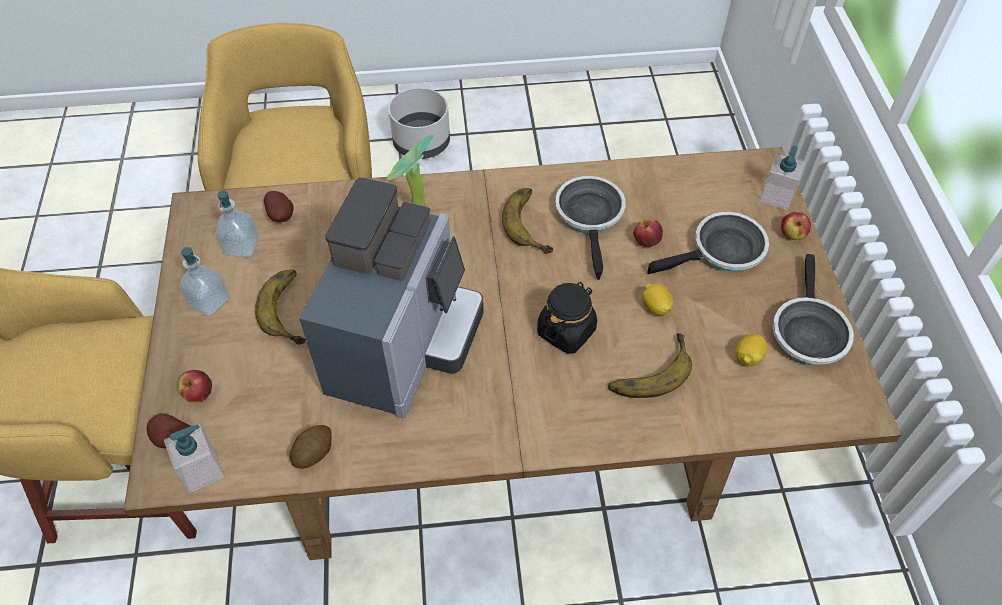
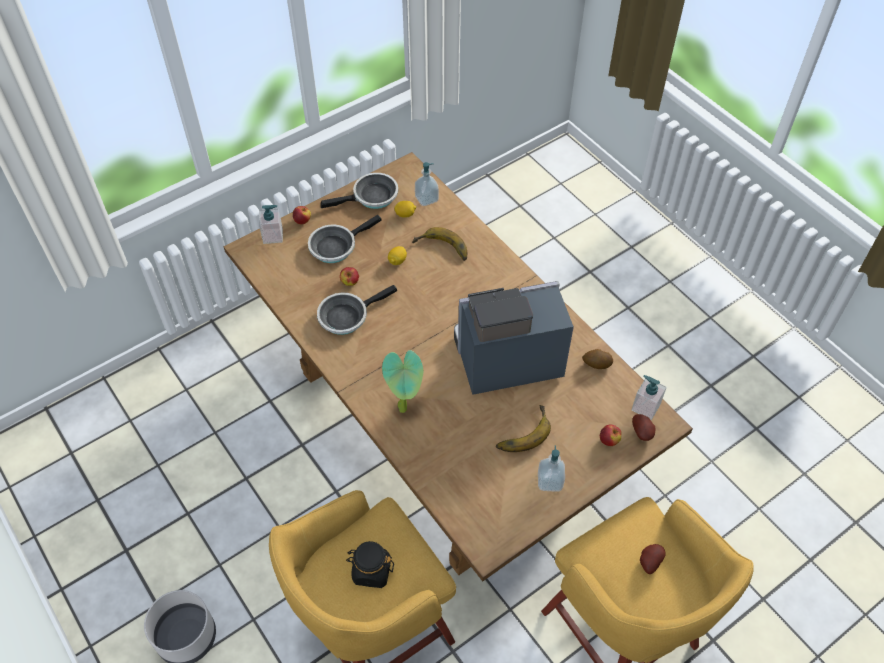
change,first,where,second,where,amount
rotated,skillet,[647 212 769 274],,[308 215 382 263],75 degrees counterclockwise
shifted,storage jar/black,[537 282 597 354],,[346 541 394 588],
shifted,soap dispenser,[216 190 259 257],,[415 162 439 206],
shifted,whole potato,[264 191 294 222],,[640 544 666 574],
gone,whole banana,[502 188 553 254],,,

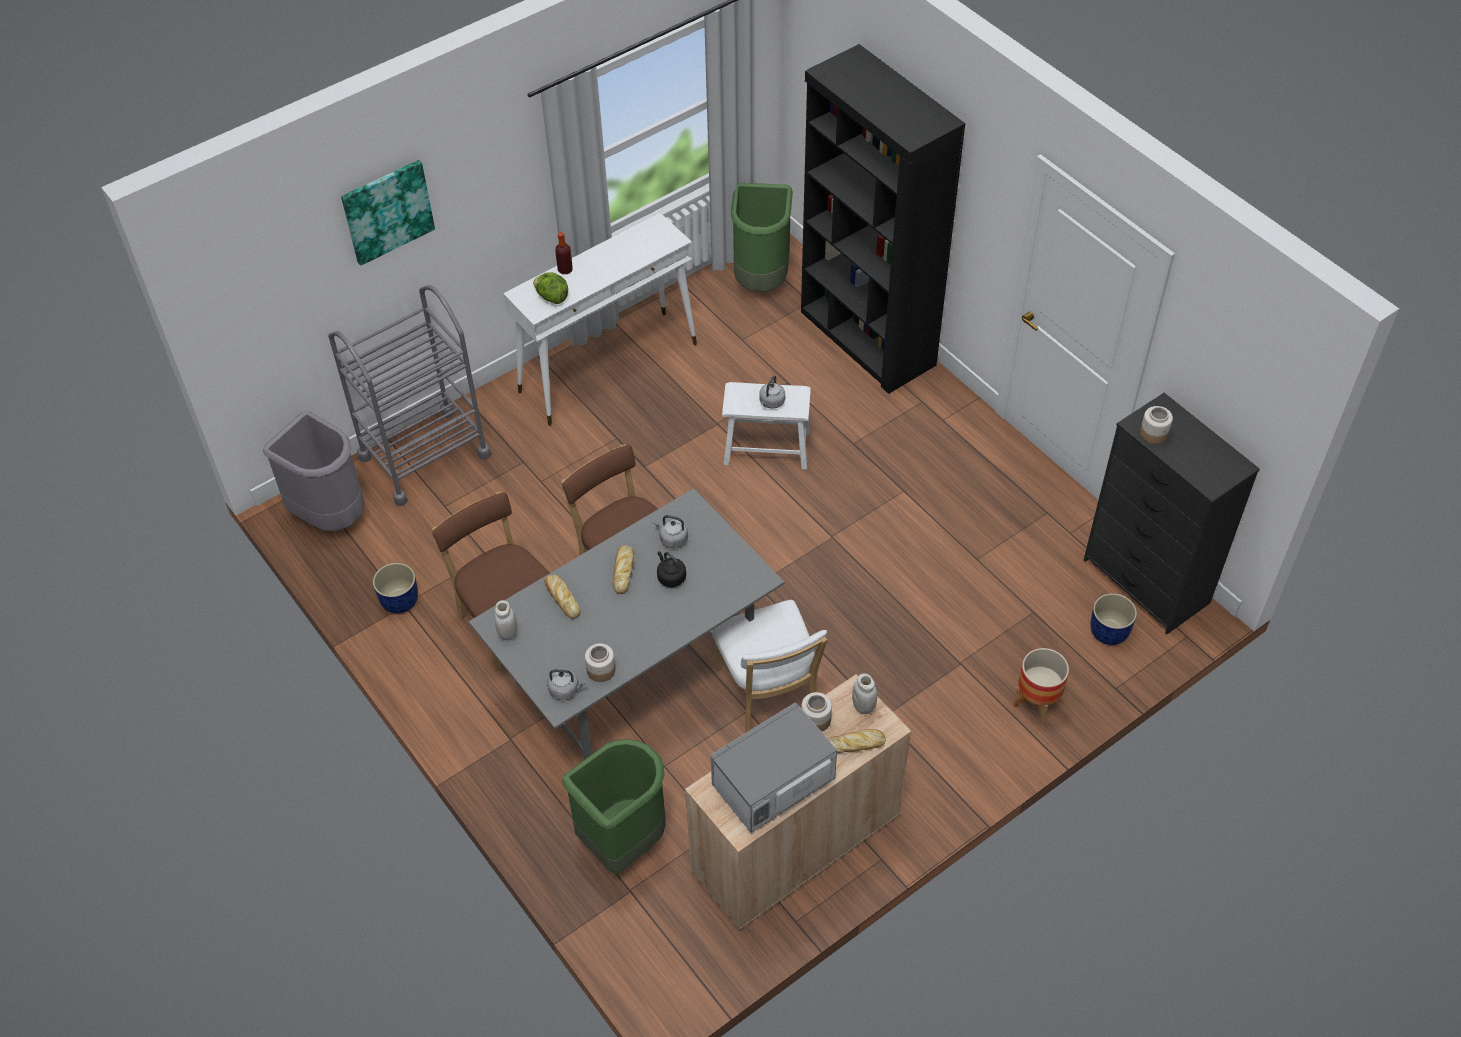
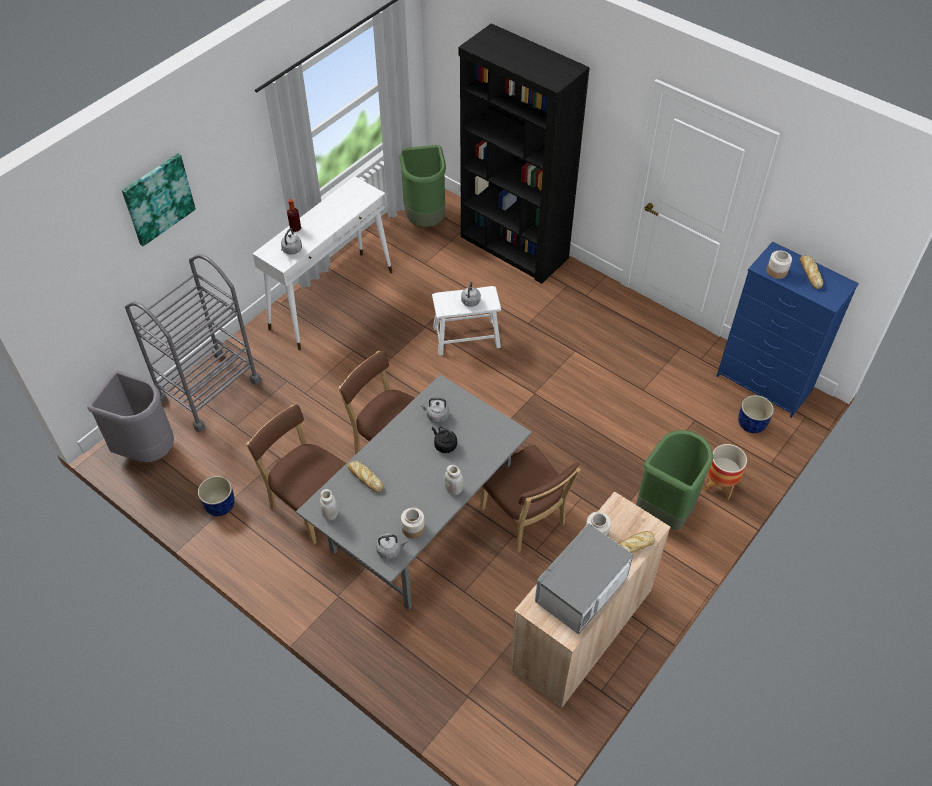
change,first,where,second,where,amount
swapped,head of lettuce,[533 272 568 304],tea kettle/greyish,[281 228 302 255],
shifted,storage jar/whitish,[852 673 877 714],,[444 465 463 495],
repainted,chair/whitish,[711 600 828 733],chair/brown,[480 445 581 553],
shifted,trash can/green-coloured,[562 739 666 874],,[636 430 714 530],
repainted,chest of drawers/black,[1084 393 1260 634],chest of drawers/blue-coloured,[717 241 859 418],
shifted,bread,[613 545 634 594],,[800 256 823 289],

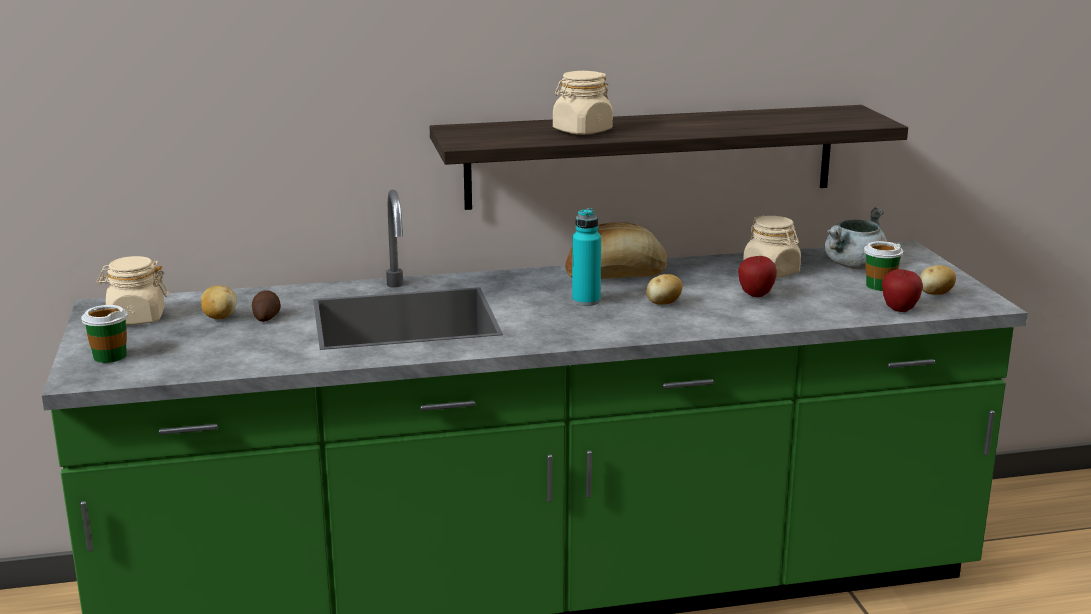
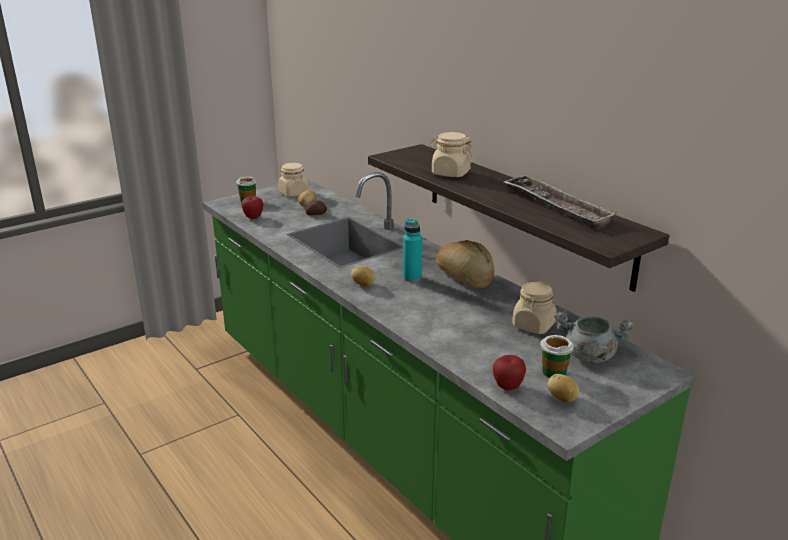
change,first,where,second,where,amount
shifted,whole apple,[738 256 777 297],,[241 196 263 219],
shifted,whole potato,[646 274 683 305],,[351 266 375 287],
new,,,carrying tray,[504 175 617 229],

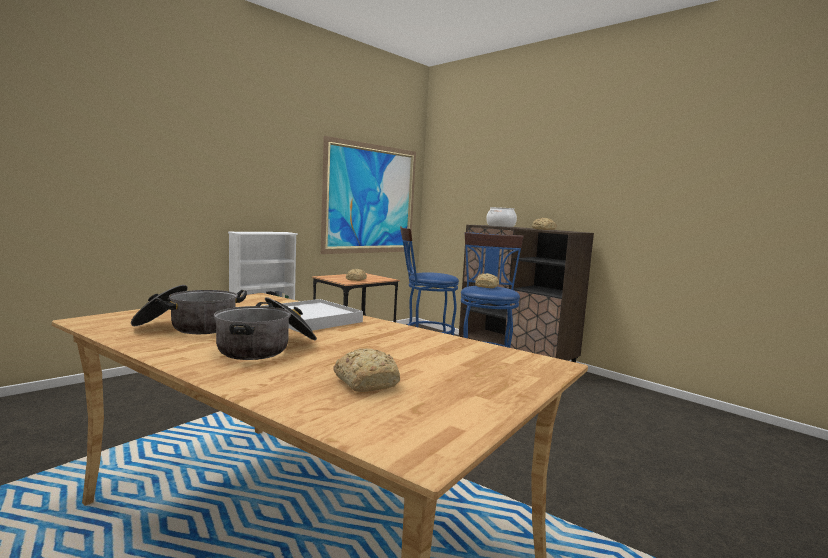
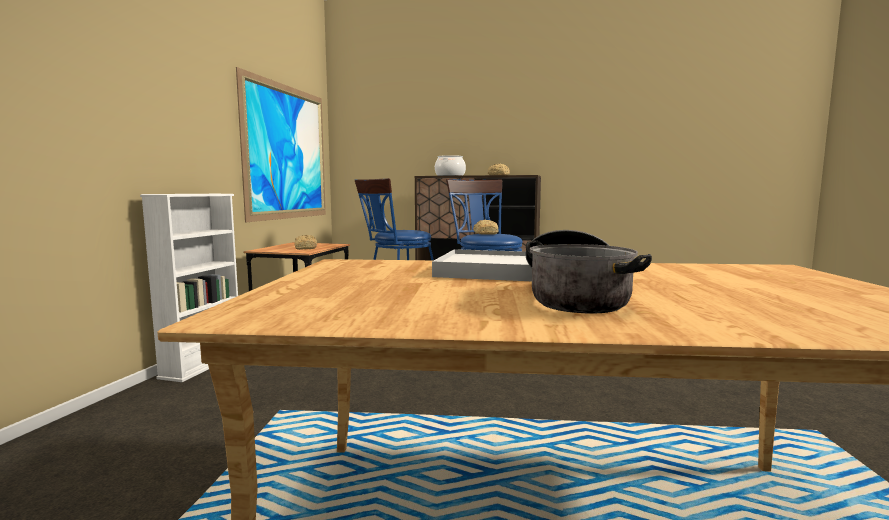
change,first,where,second,where,amount
gone,cooking pot,[131 285 247 334],,,
gone,bread,[333 348 400 392],,,

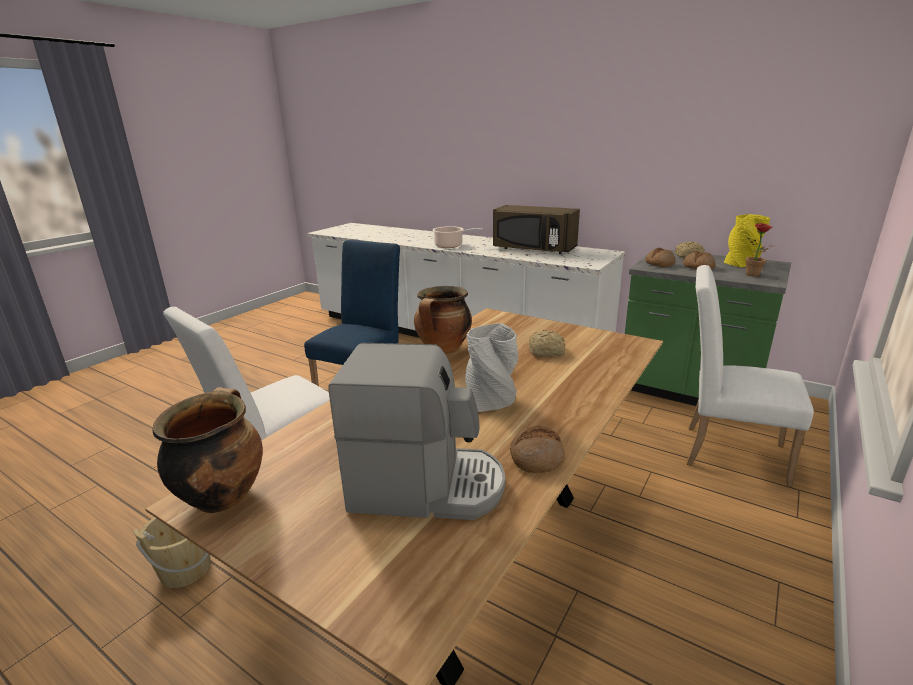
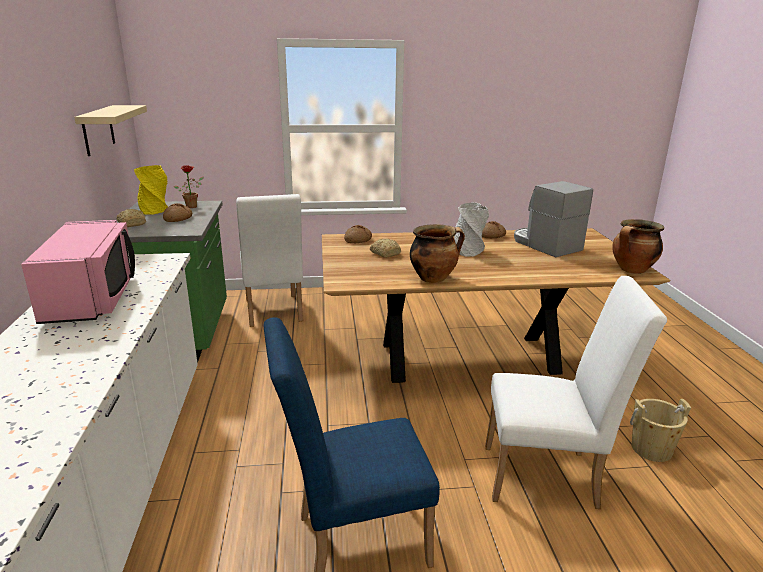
change,first,where,second,where,amount
repainted,kitchen microwave/brown,[493 205 580 254],kitchen microwave/pink-coloured,[21 220 135 324],
new,,,bracket shelf/beige,[74 105 147 156],
shifted,bread,[645 248 675 267],,[344 225 372 243],
gone,cooking pot,[433 226 483 248],,,

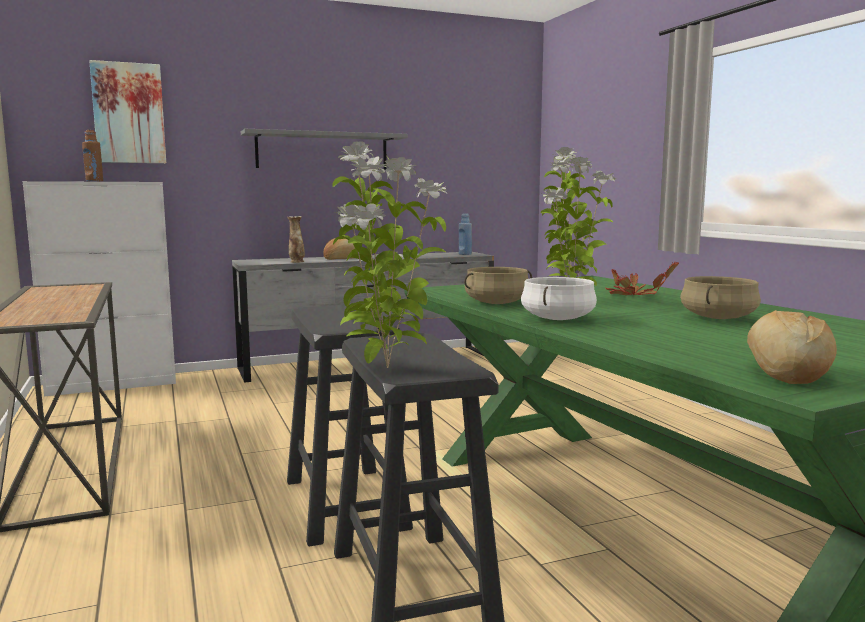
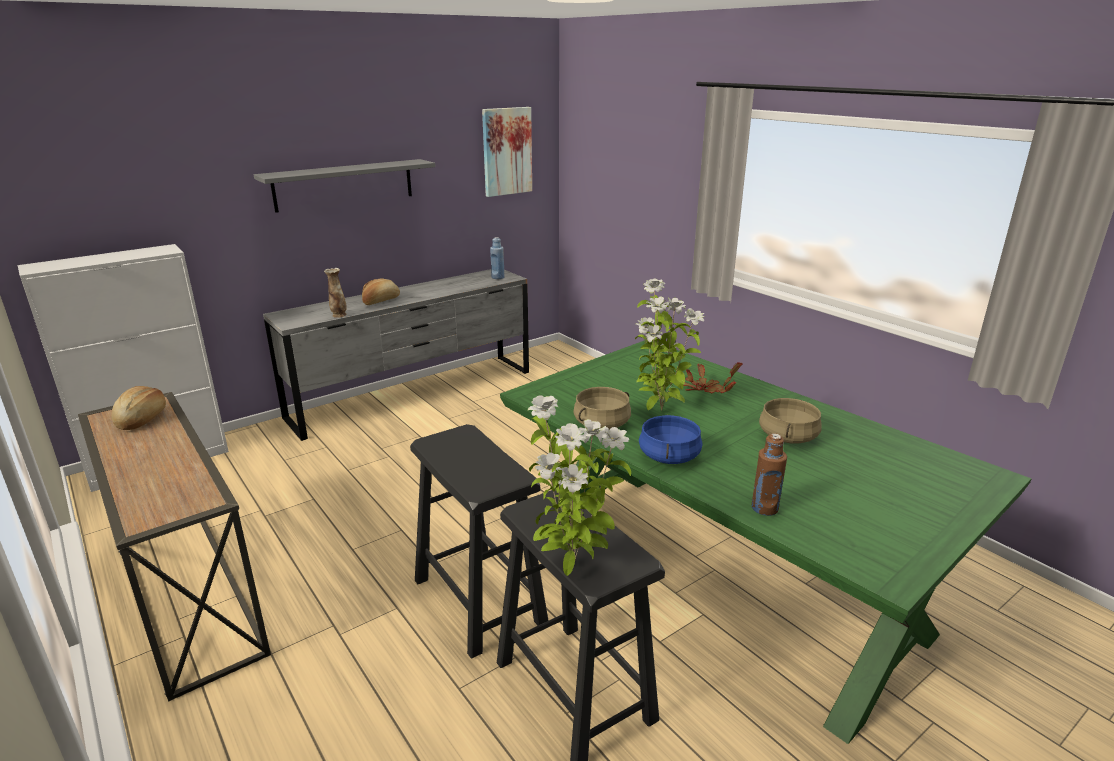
change,first,where,second,where,amount
shifted,bread,[747 310 837 384],,[112 386 166 430],
shifted,wall picture,[89 60 166 163],,[482 107 532 197],
repainted,cooking pot/whitish,[521 277 597 320],cooking pot/blue-coloured,[639 415 702 464],
shifted,bottle/brown,[82 130 103 181],,[751 434 787 516],

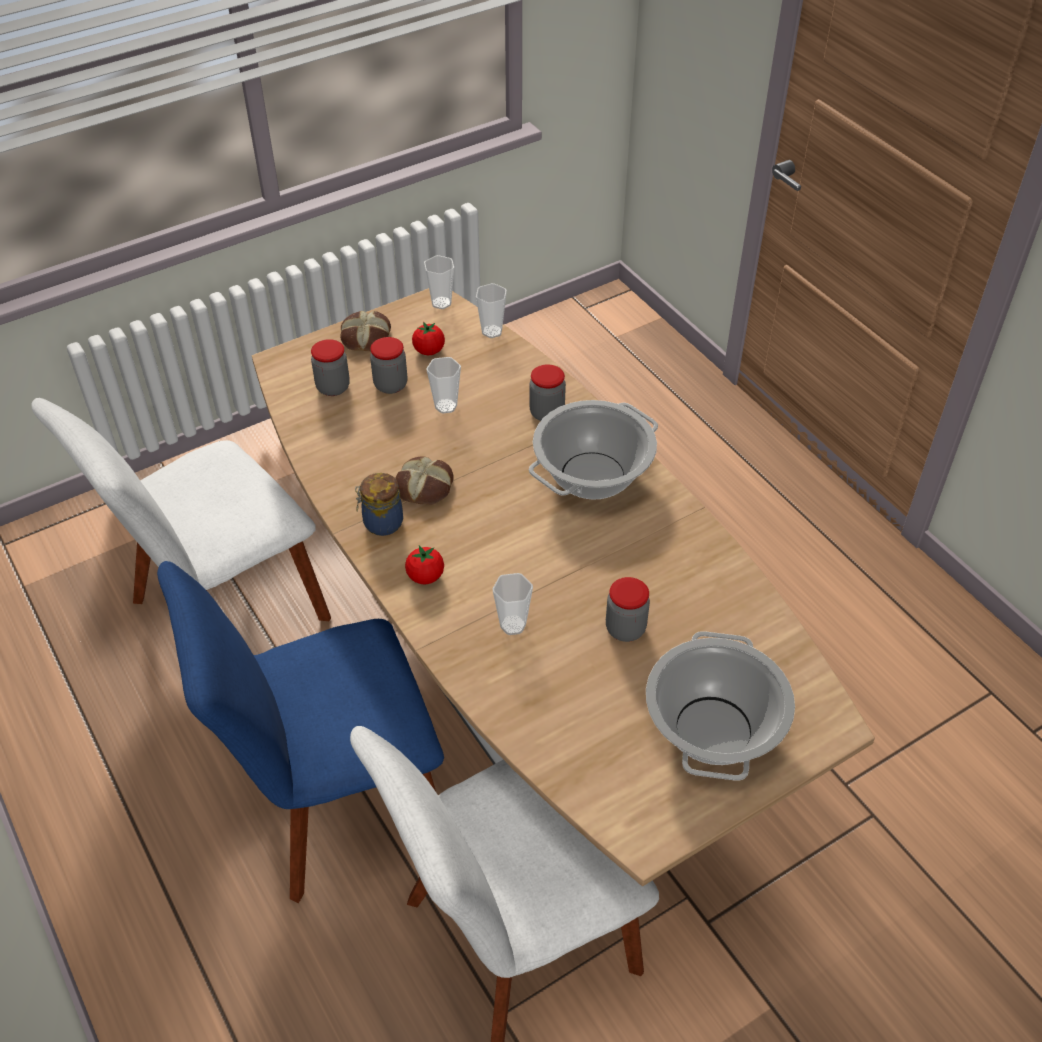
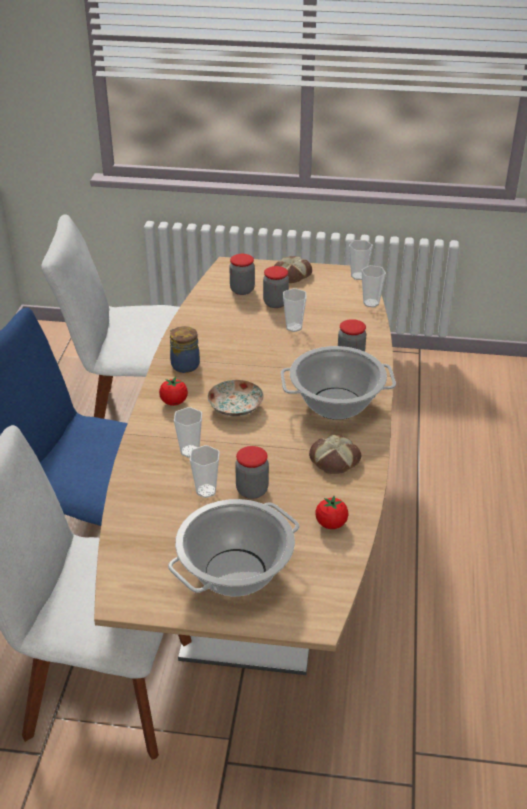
change,first,where,second,where,amount
new,,,small cup,[190 445 220 498],
new,,,flat dish,[207 380 264 416],
shifted,bread,[395 457 454 505],,[309 435 361 474],
shifted,whole tomato,[412 322 445 355],,[315 496 348 529],

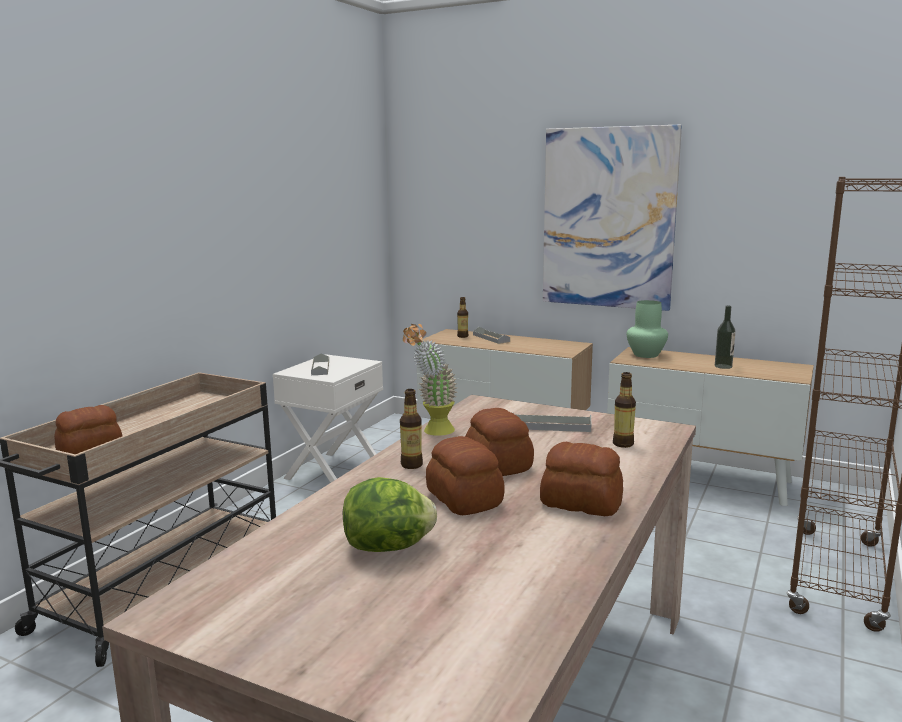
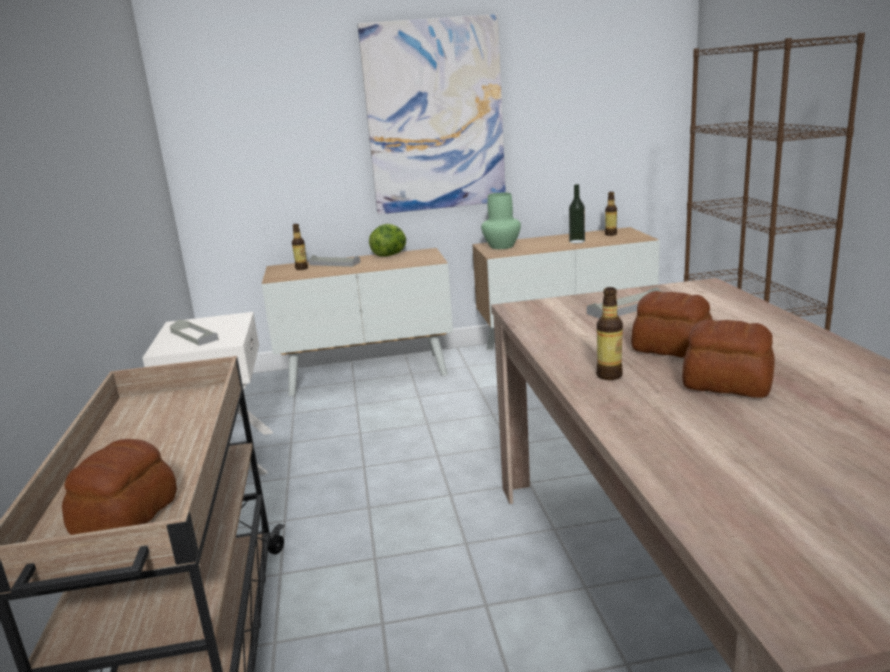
change,first,where,second,where,amount
shifted,head of lettuce,[343 477 437 552],,[369 224 406 257],
shifted,bottle,[613 372 636 448],,[605 192 617 236],
gone,houseplant,[403 324 457 436],,,
gone,bread,[540 442 623 516],,,

